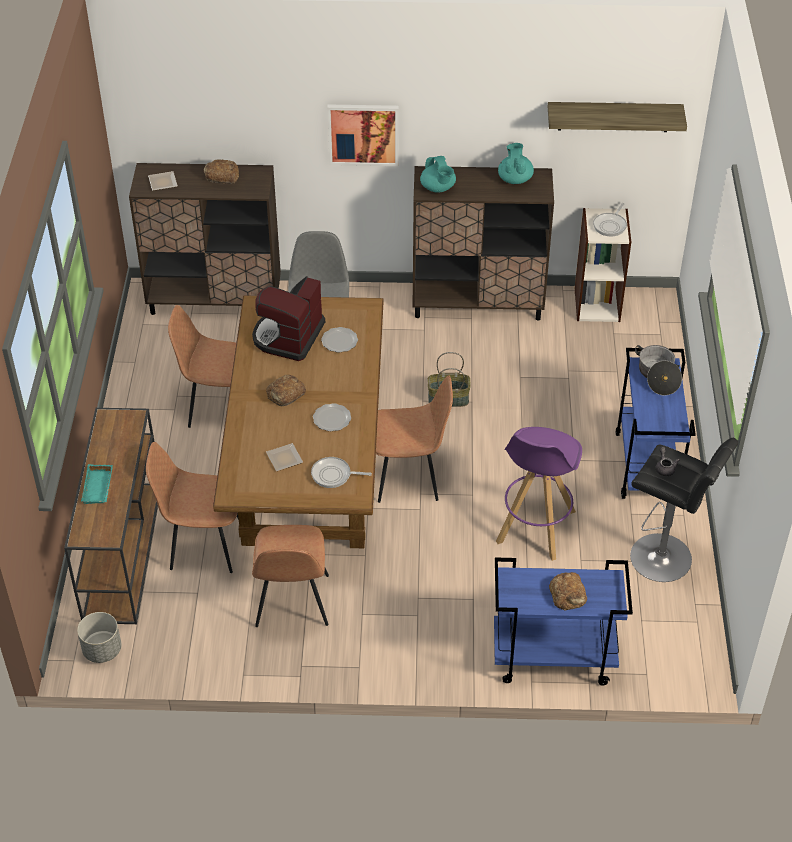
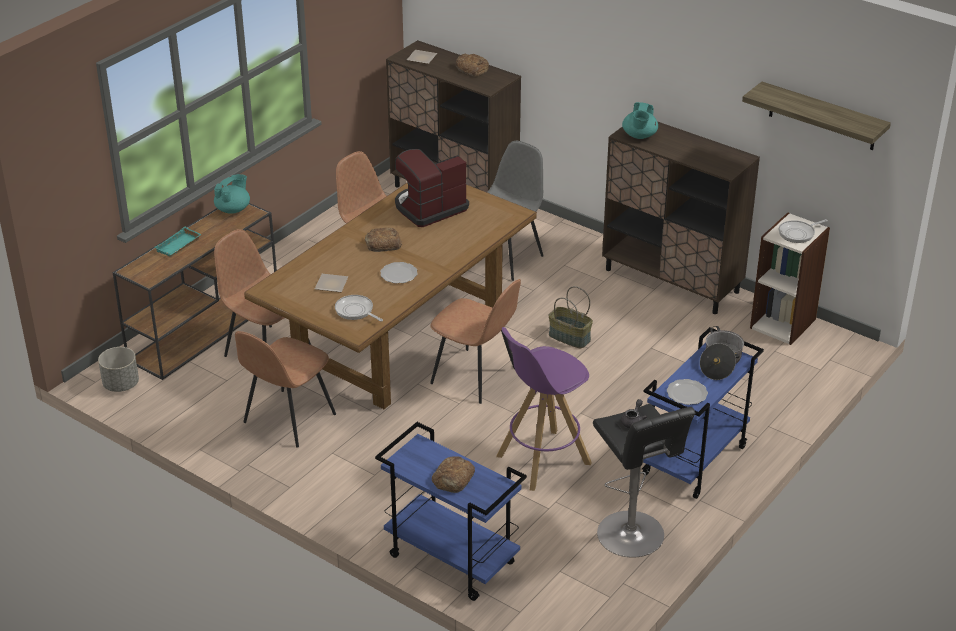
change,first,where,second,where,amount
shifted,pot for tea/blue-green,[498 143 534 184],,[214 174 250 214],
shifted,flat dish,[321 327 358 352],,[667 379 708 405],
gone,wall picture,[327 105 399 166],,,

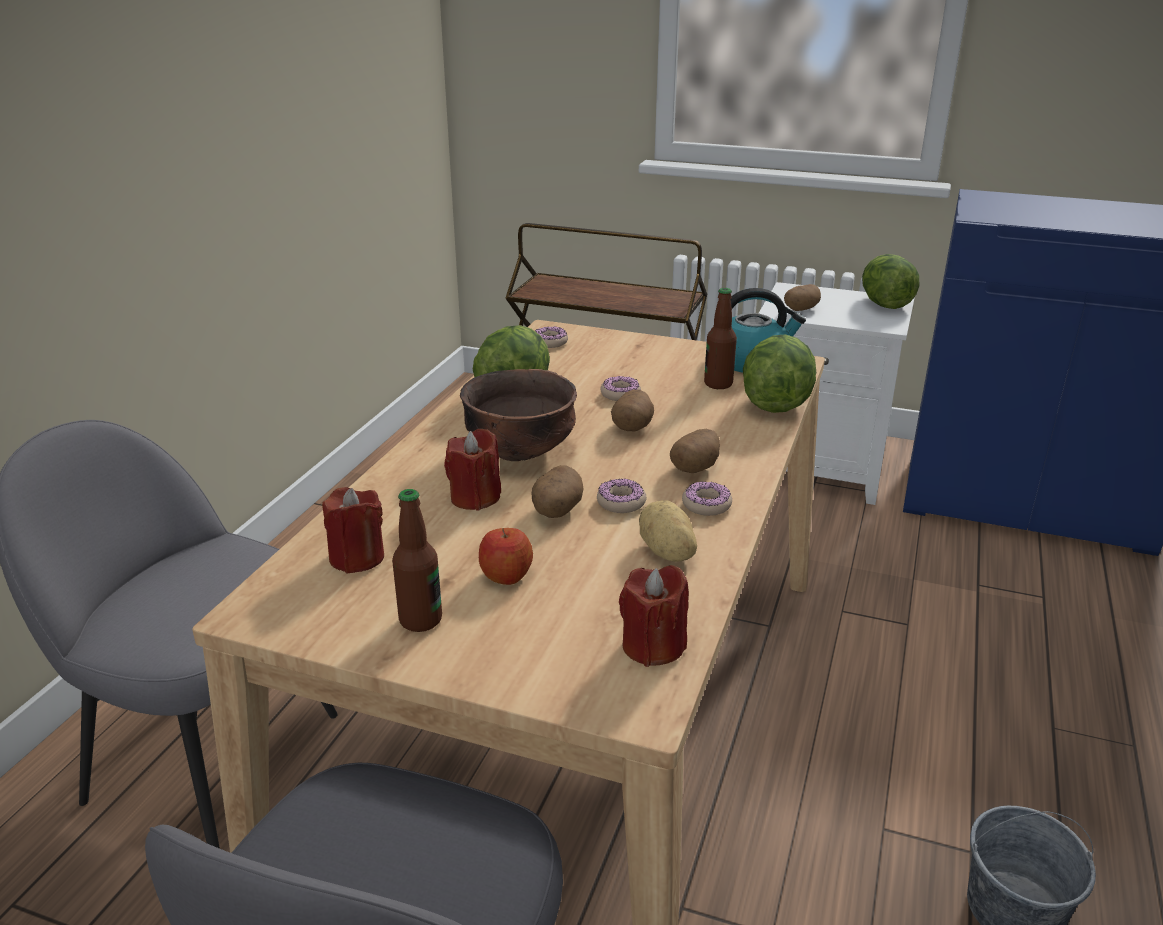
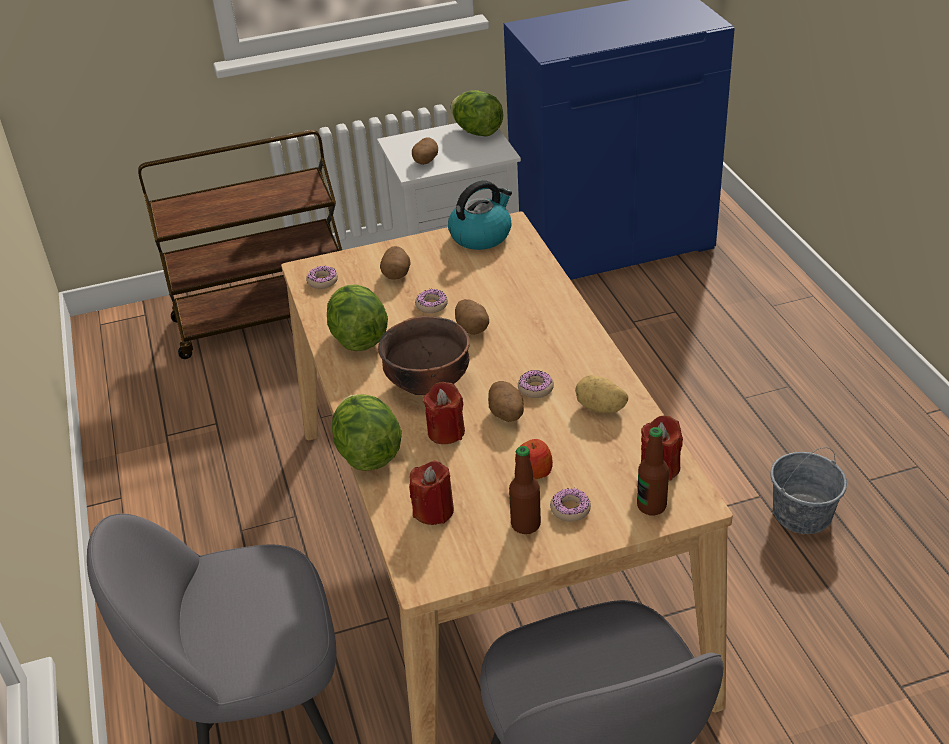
change,first,where,second,where,amount
shifted,head of lettuce,[743 335 816 413],,[332 394 402 471],
shifted,whole potato,[670 429 720 473],,[380 246 411 280],
shifted,donut,[682 482 732 516],,[550 488 591 522],
shifted,bottle,[704 288 737 389],,[637 427 669 515],

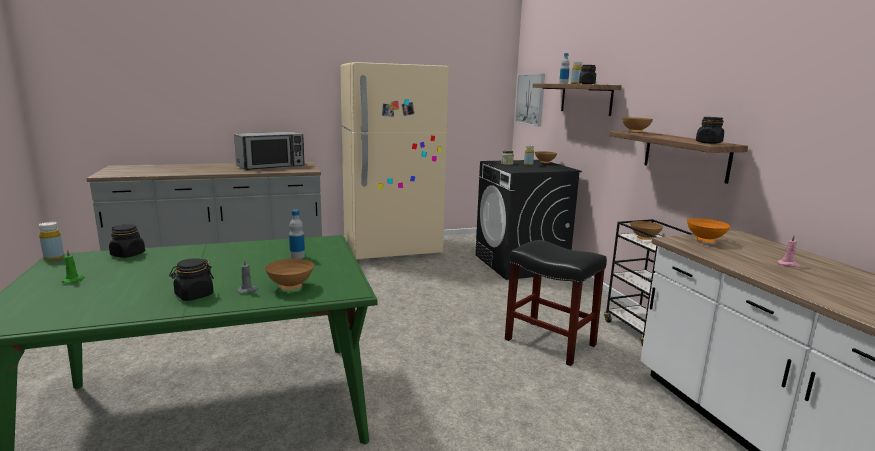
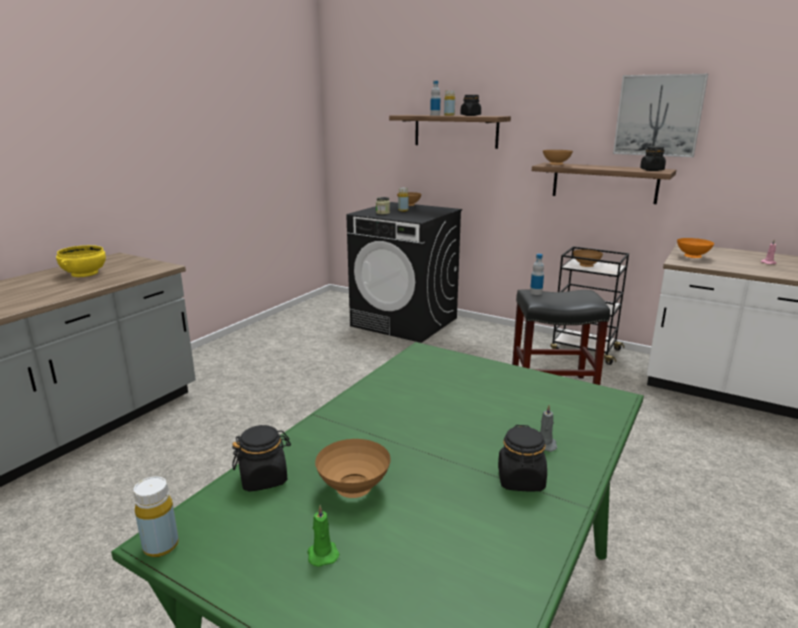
change,first,where,second,where,amount
swapped,kitchen microwave,[234 132 305 170],deep dish/yellow,[56 245 106 277],
shifted,deep dish/brown,[265 259 314 290],,[315 439 391 498],
shifted,bottle,[289 210 305 259],,[530 254 544 295],
shifted,wall picture,[515 74 545 126],,[613 74 708 157],
gone,fridge/beige,[340 62 449 259],,,

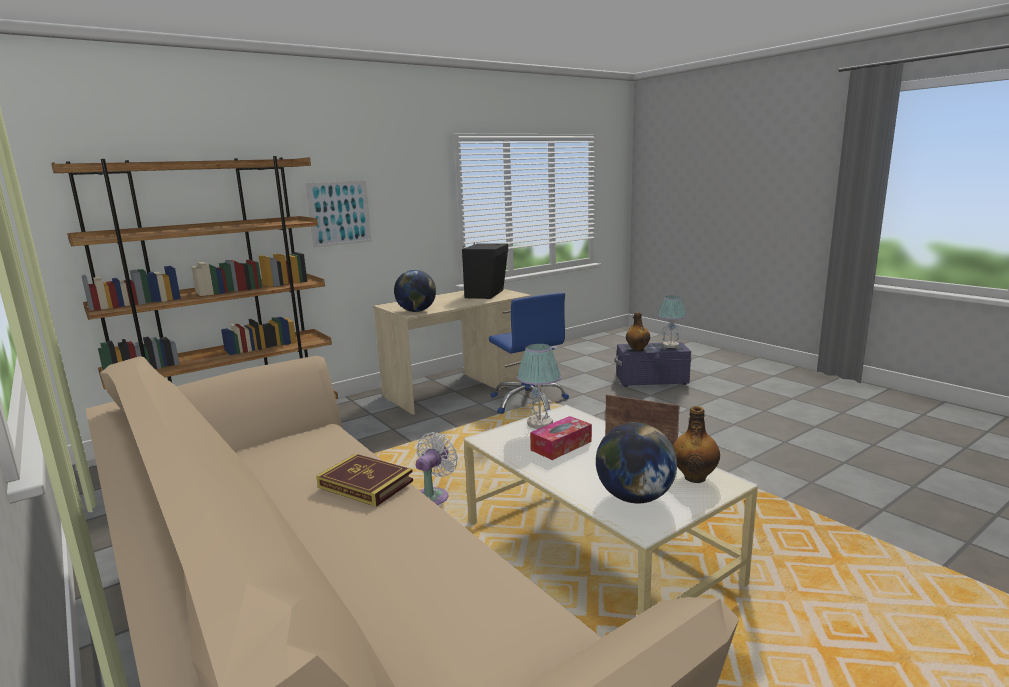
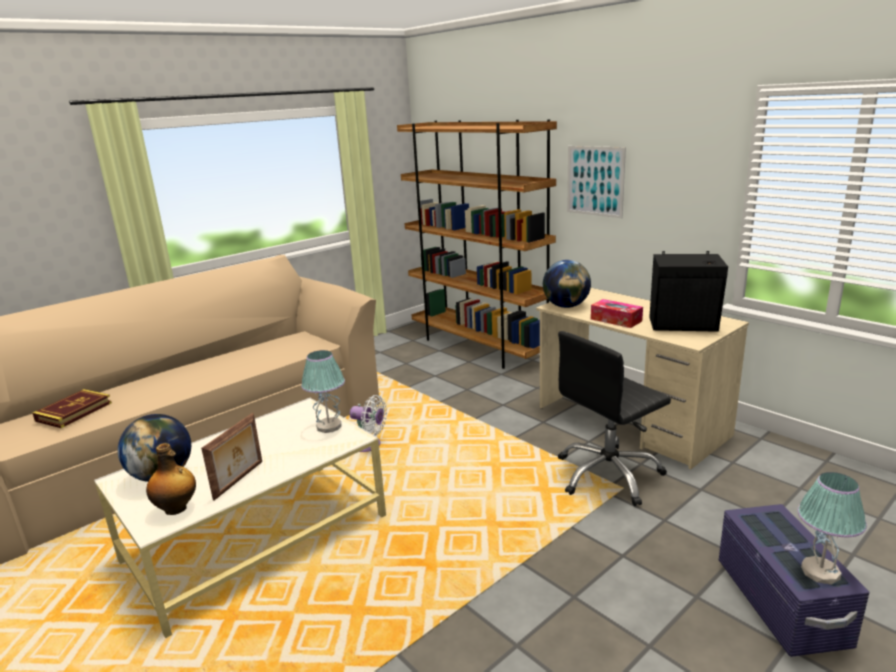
change,first,where,second,where,amount
shifted,book,[316 454 413 507],,[32 389 112 428],
repainted,desk chair/blue-coloured,[489 293 569 414],desk chair/black,[558 331 671 506],
shifted,tissue box,[530 416 592 460],,[591 299 643 328],
gone,bottle,[626 312 650 351],,,

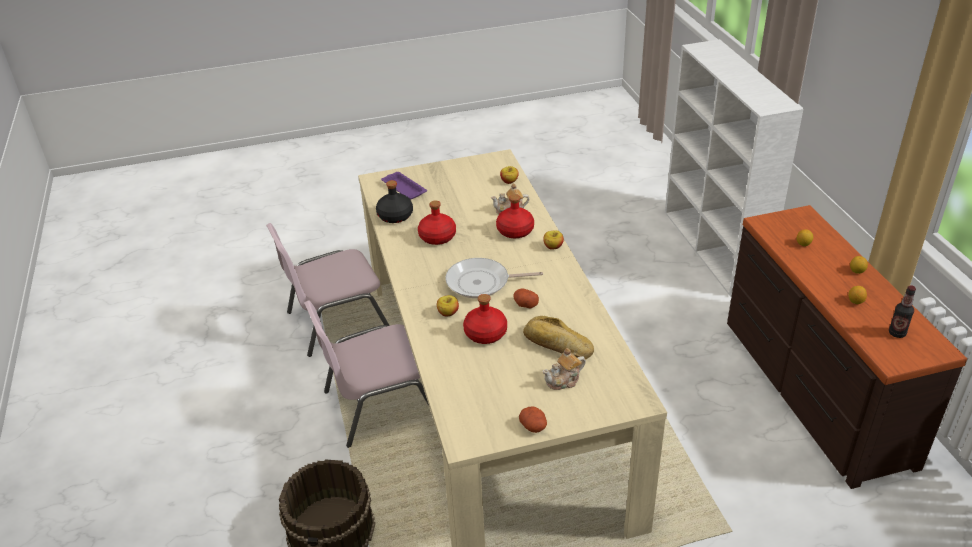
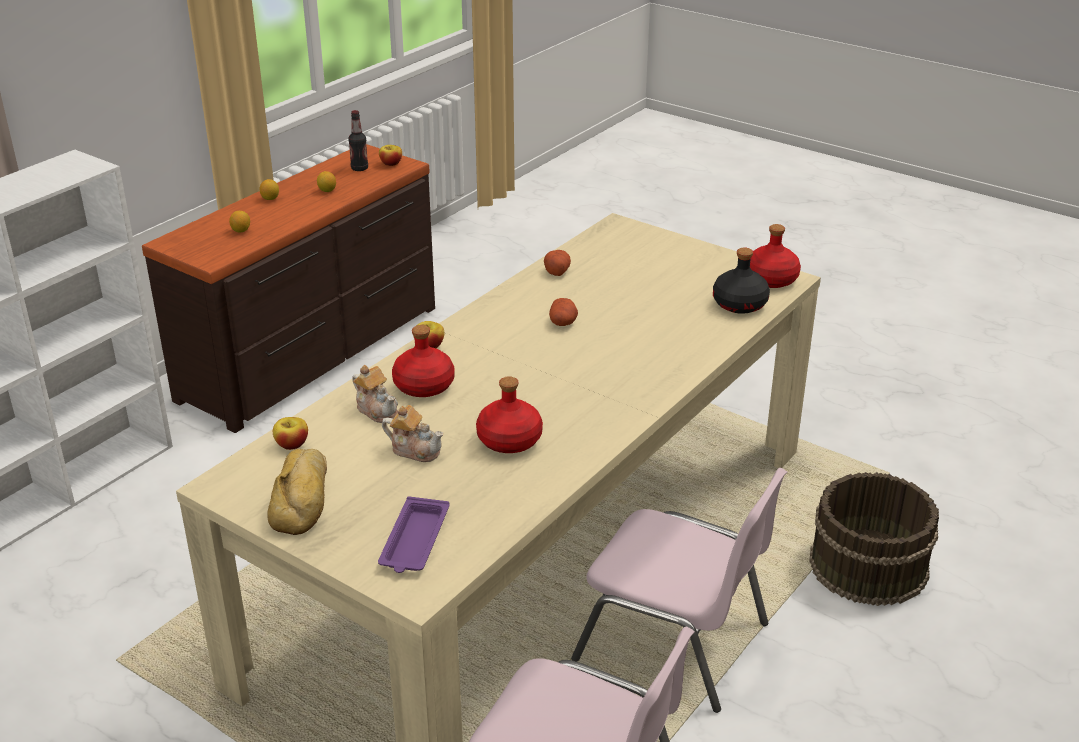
change,first,where,second,where,amount
shifted,bread,[523 316 594 361],,[268 449 327 535],
shifted,whole apple,[437 295 459 317],,[379 145 402 166],
shifted,pot for tea,[542 348 586 390],,[382 405 443 462],
shifted,whole potato,[519 406 547 433],,[544 250 571 276],
shifted,bottle/black,[376 180 413 223],,[713 247 770 314],
shifted,bottle/red,[463 294 507 344],,[750 224 801 288],
gone,skillet,[445 258 543 298],,,

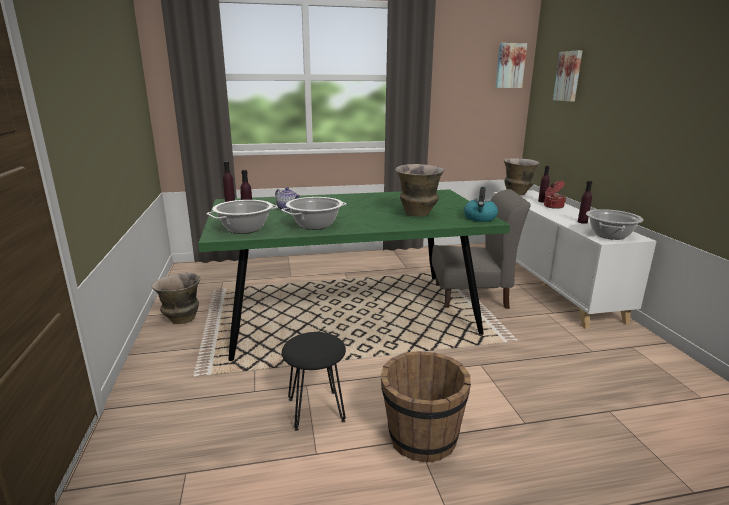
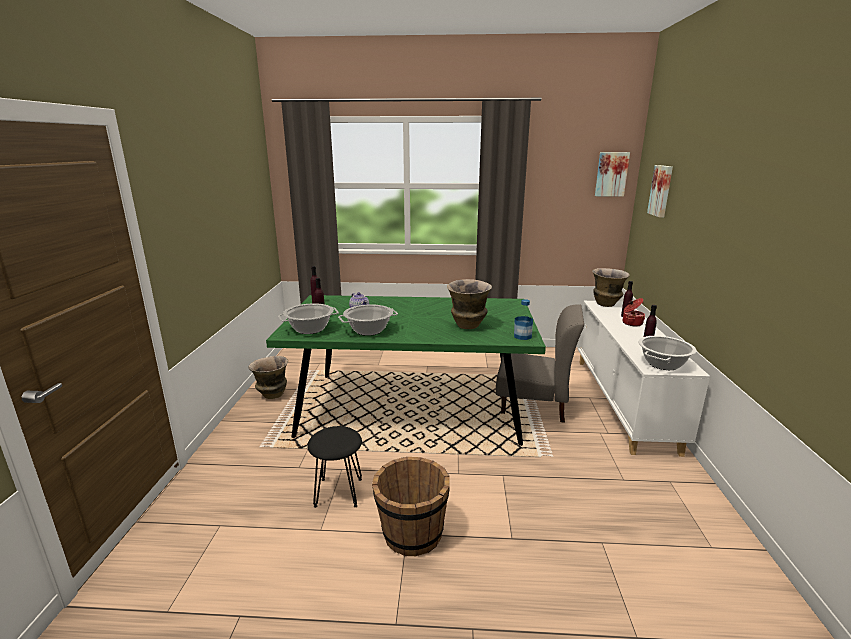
change,first,where,second,where,amount
swapped,tea kettle,[464 187 498 222],bottle,[514 299 533 340],

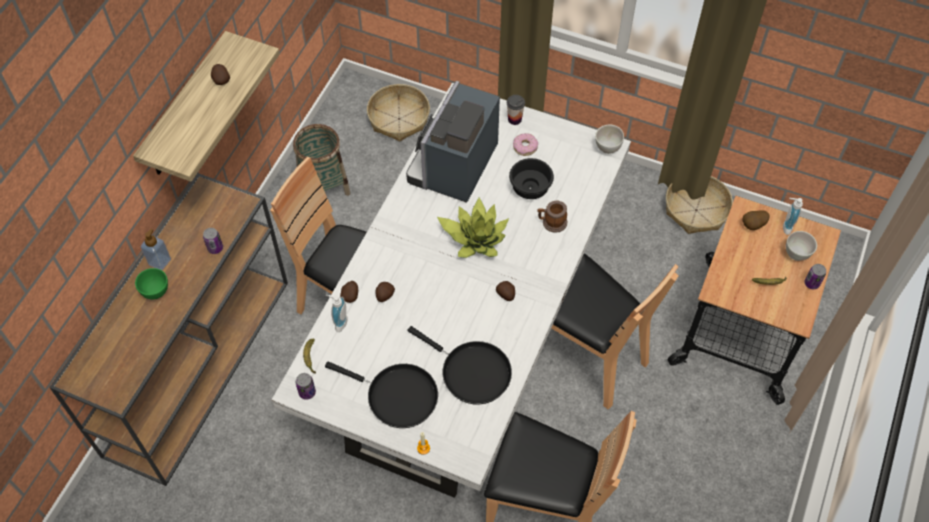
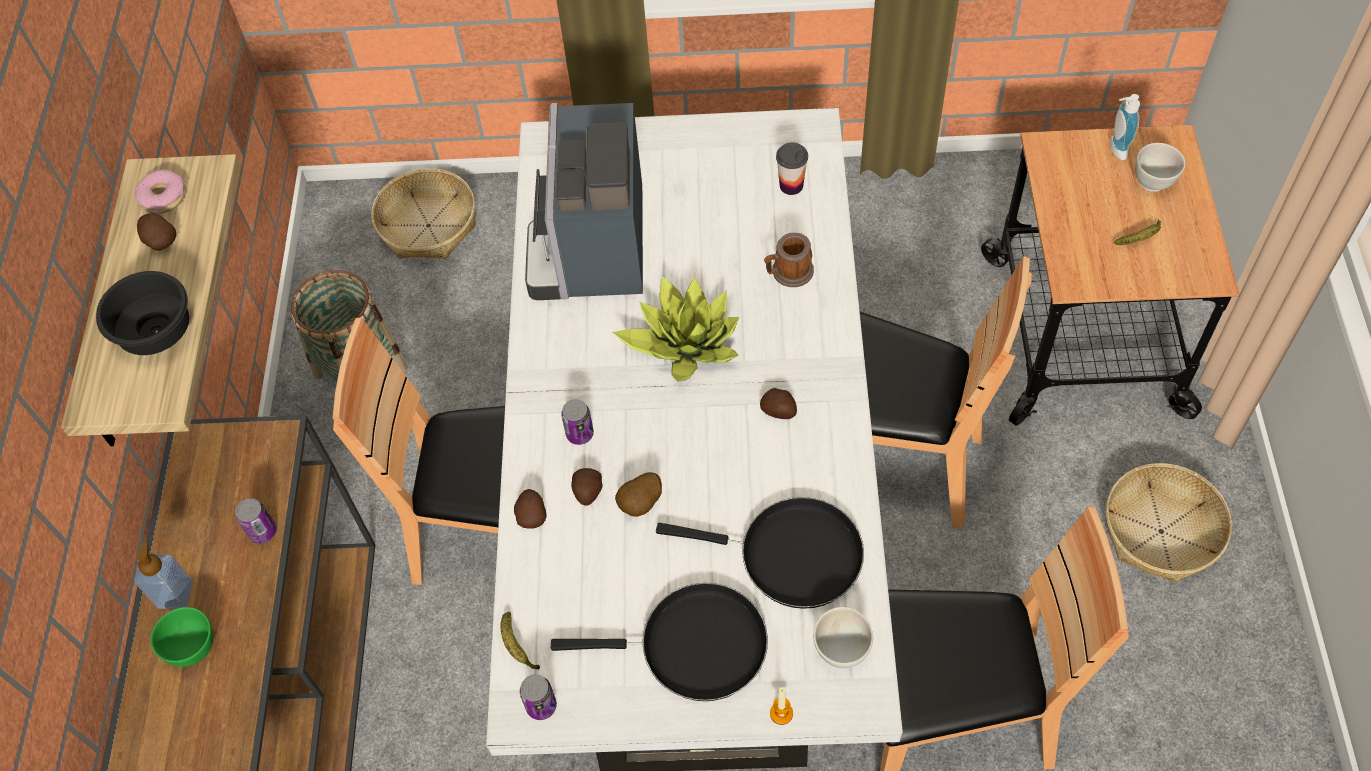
change,first,where,second,where,amount
shifted,deep dish/black,[509 158 554 199],,[96 271 189 355],
shifted,donut,[513 133 538 156],,[135 169 186 214],
shifted,can,[804 264 826 289],,[561 399 594 445],
shifted,whole potato,[742 210 770 230],,[615 472 662 517],
shifted,small cup,[507 95 525 125],,[776 142 808 195],
shifted,deep dish/whitish,[595 125 624 154],,[813 607 873 668],
shifted,household basket,[666 176 733 234],,[1106 463 1232 583],
gone,soap dispenser,[326 295 347 332],,,

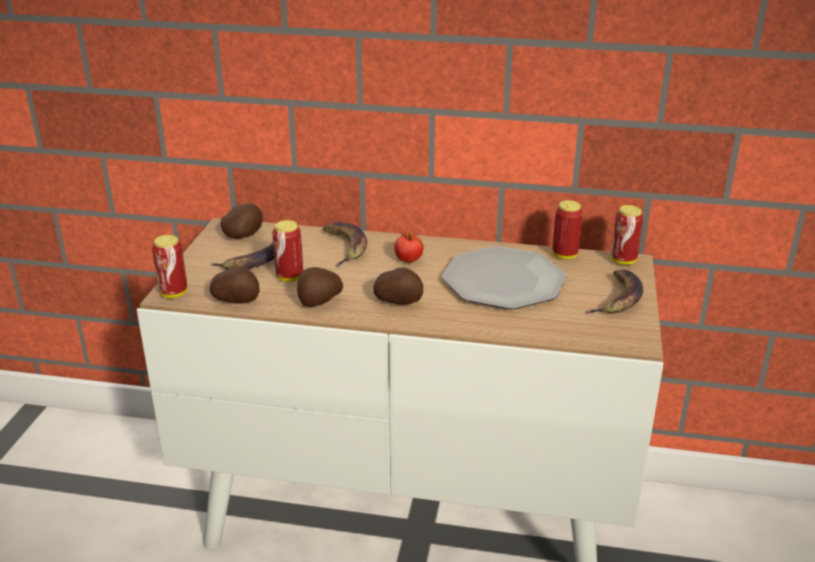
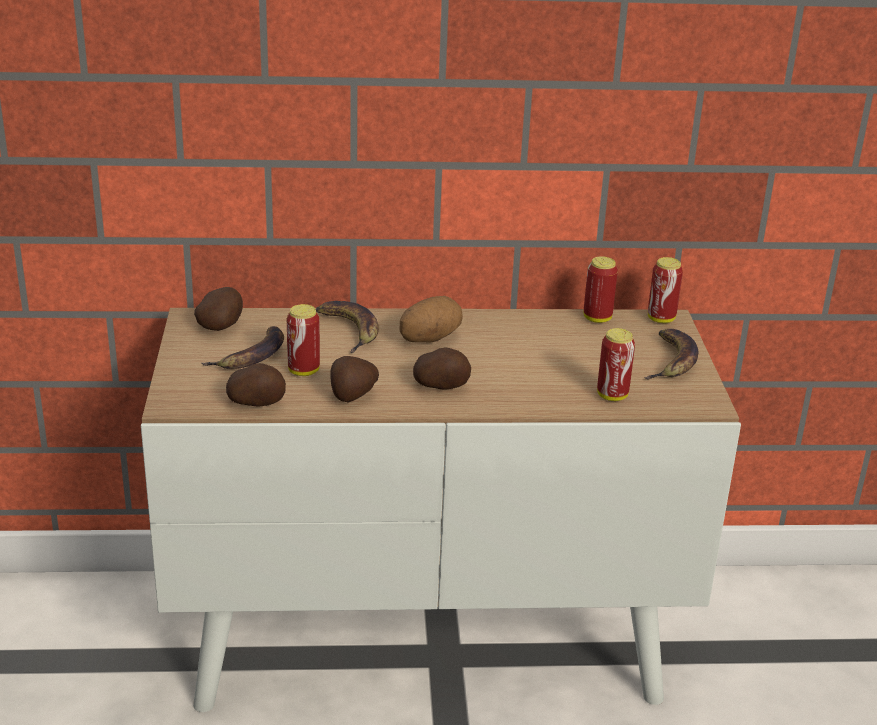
change,first,where,second,where,amount
swapped,whole tomato,[394 227 424 262],whole potato,[400 296 463 343],
shifted,can,[152 235 187 298],,[597 328 635 401],
gone,flat dish,[442 246 566 309],,,

